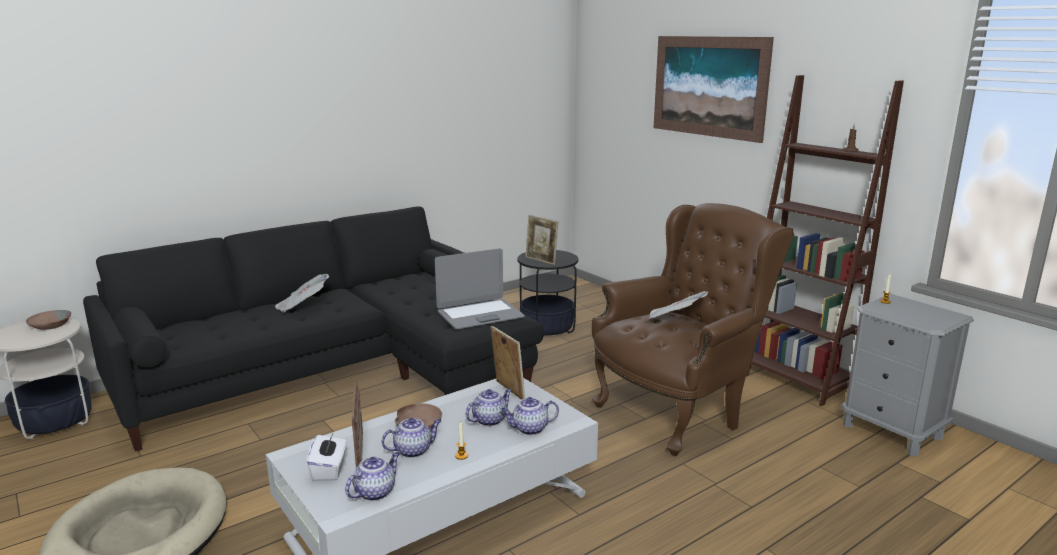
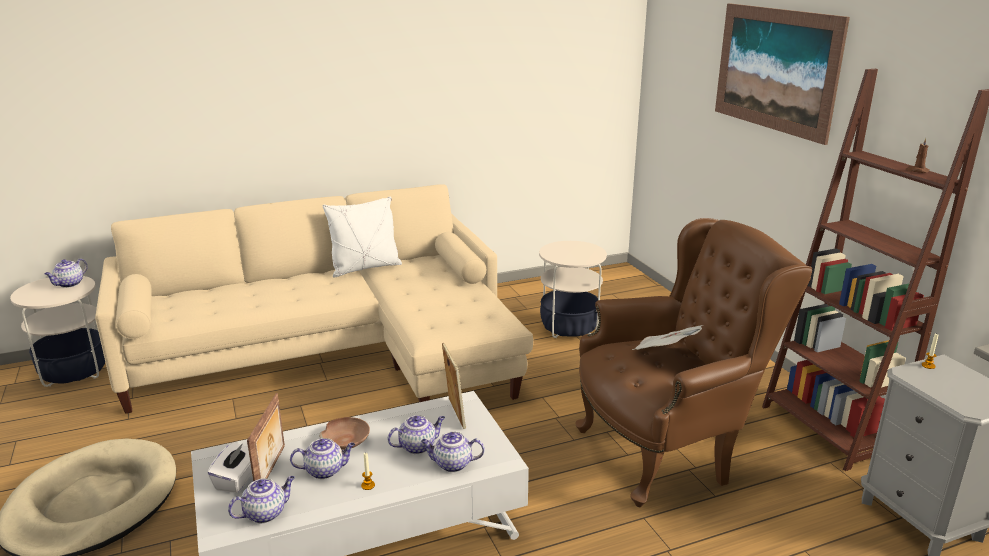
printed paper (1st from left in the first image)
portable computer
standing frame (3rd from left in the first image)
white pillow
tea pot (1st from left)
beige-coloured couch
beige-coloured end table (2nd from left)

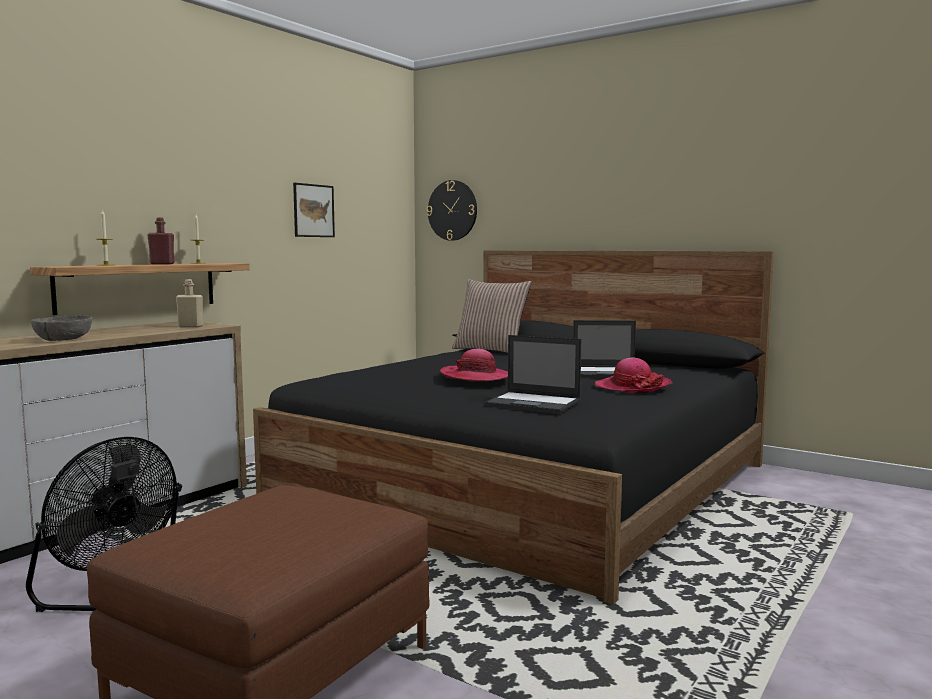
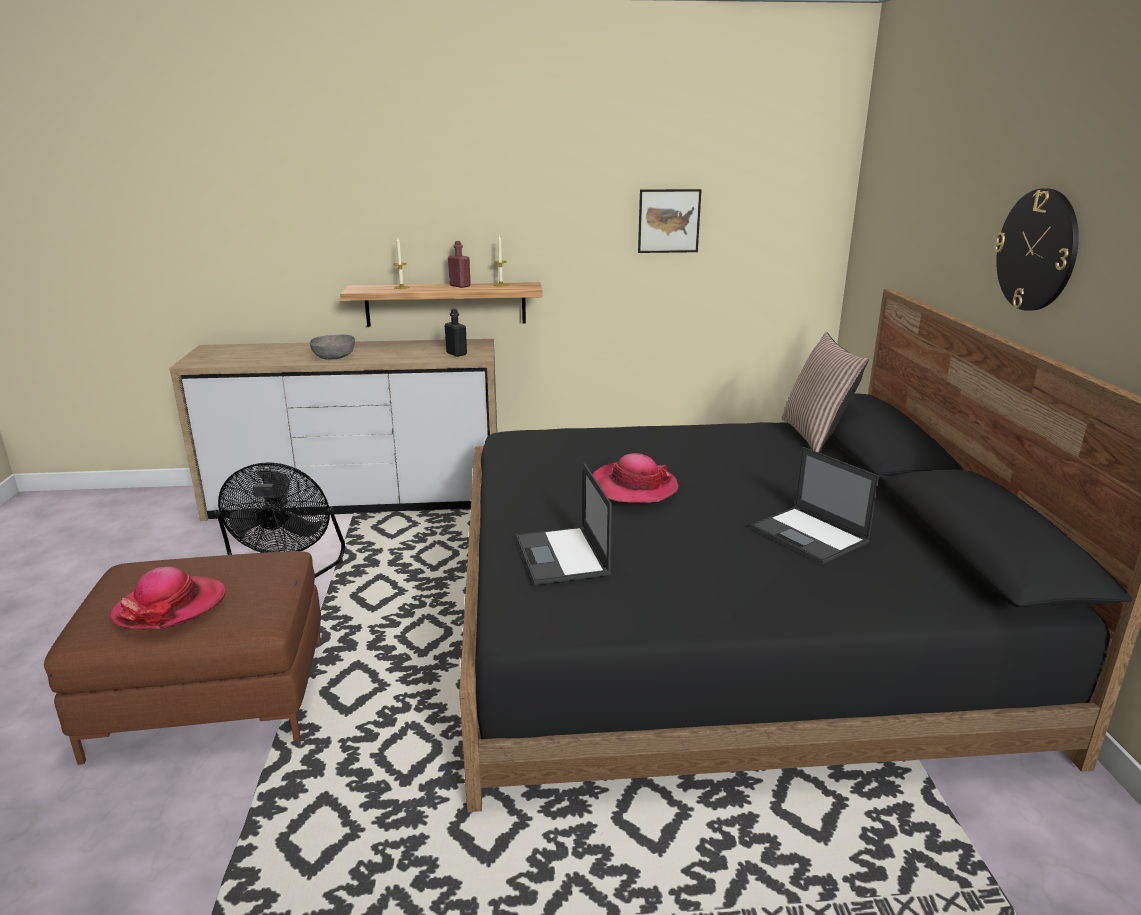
hanging clock
clothing hat (1st from left)
blackish bottle

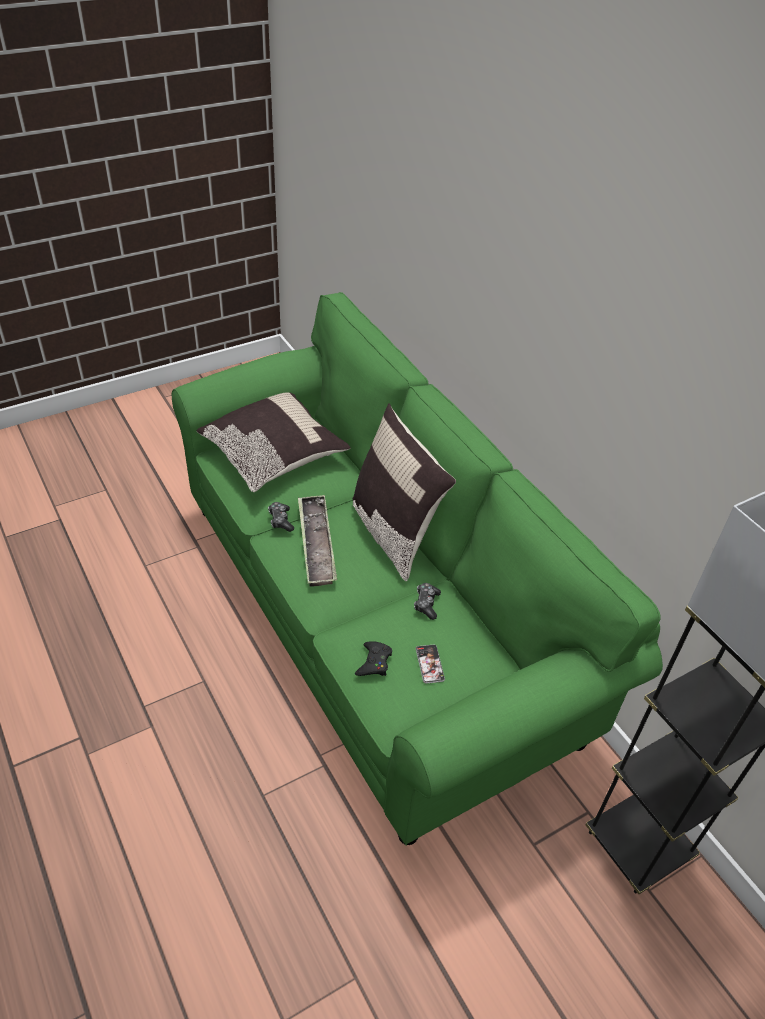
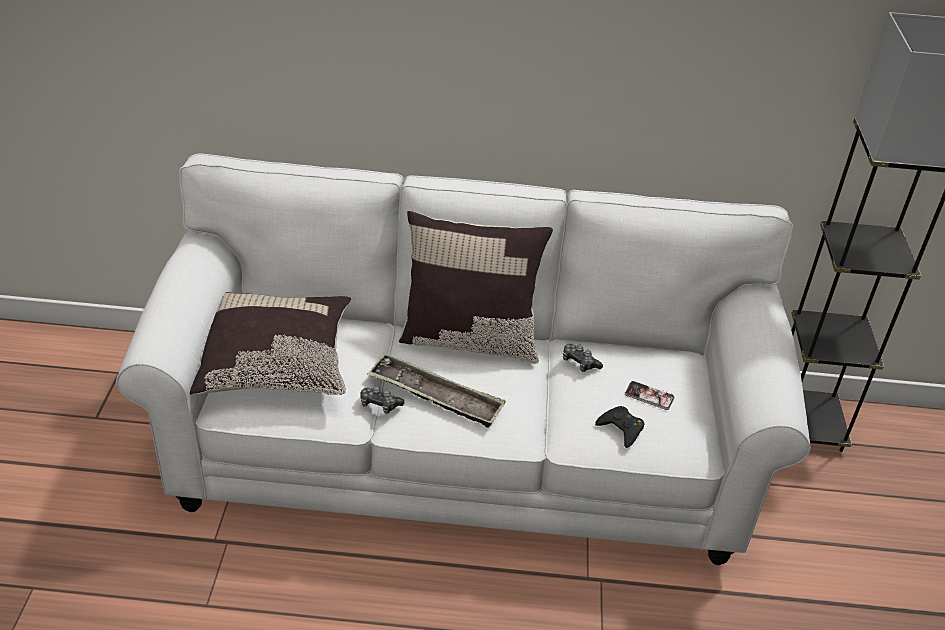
white couch

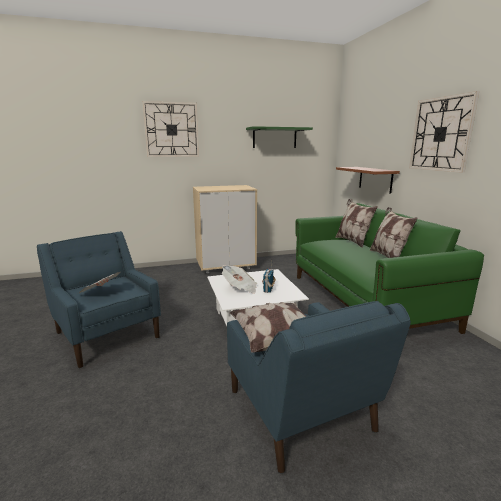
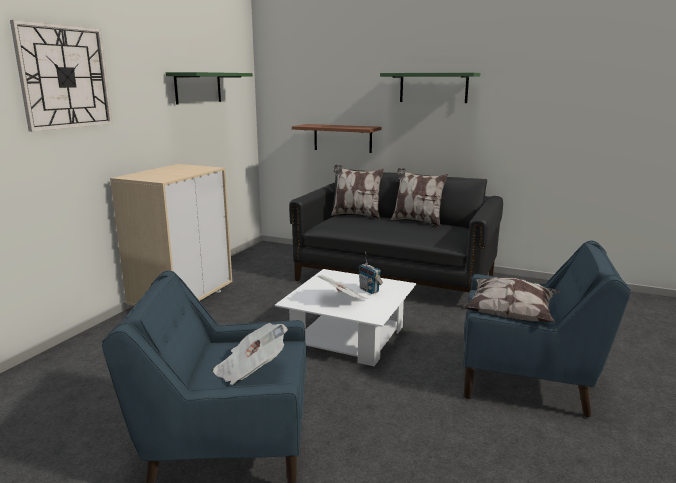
green shelf (2nd from left)
blackish couch

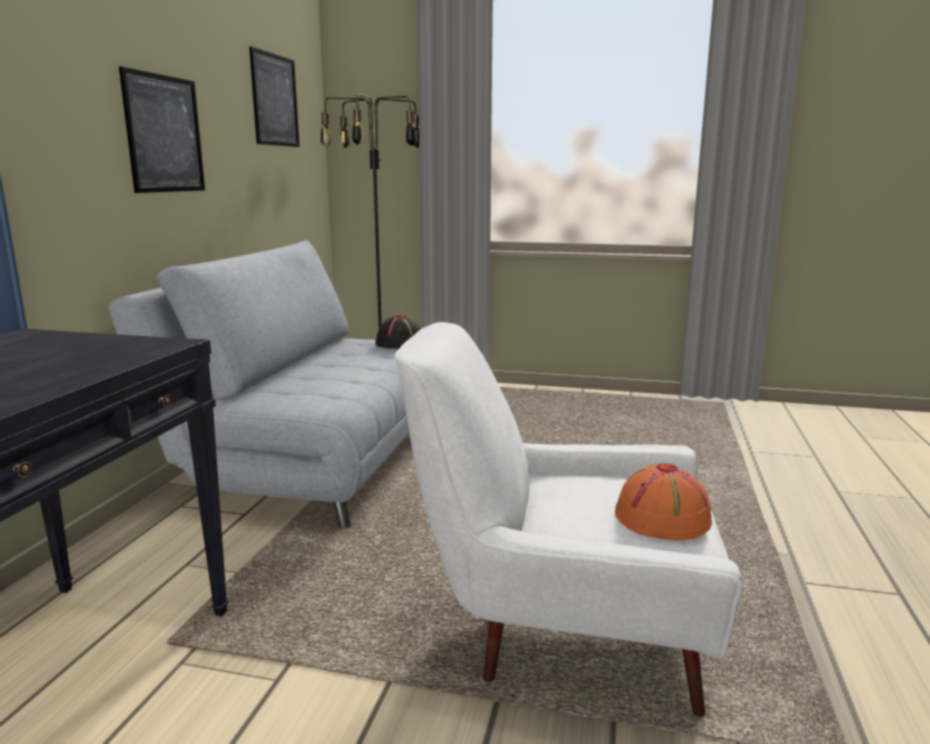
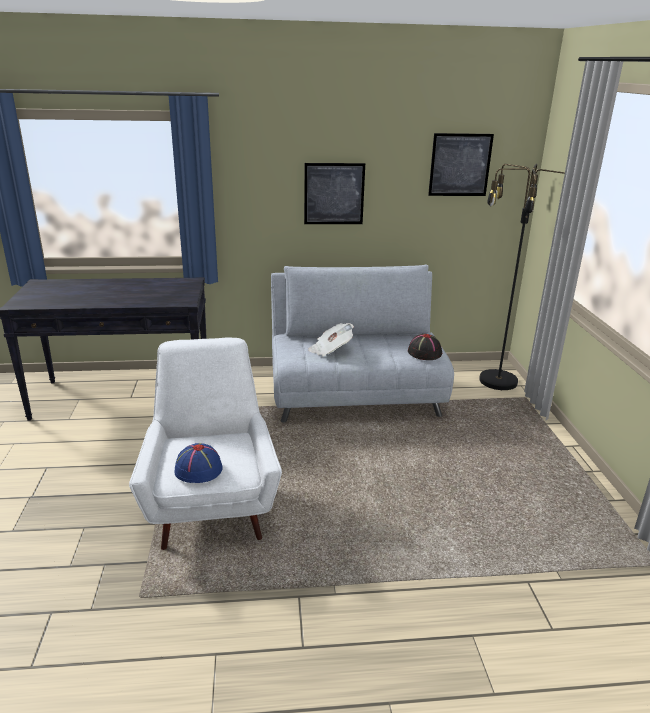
printed paper
blue clothing hat

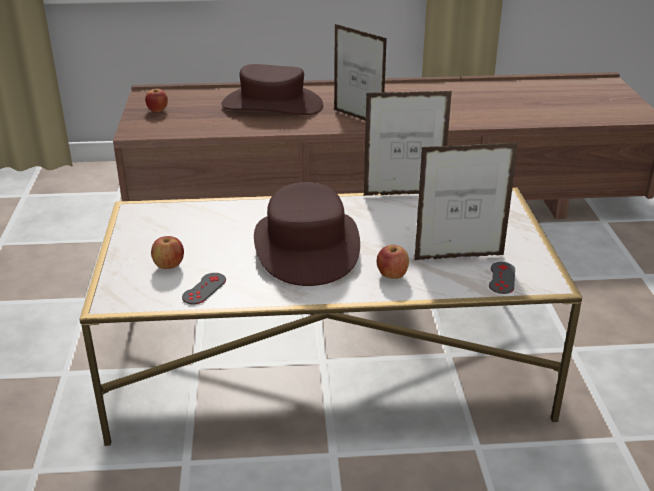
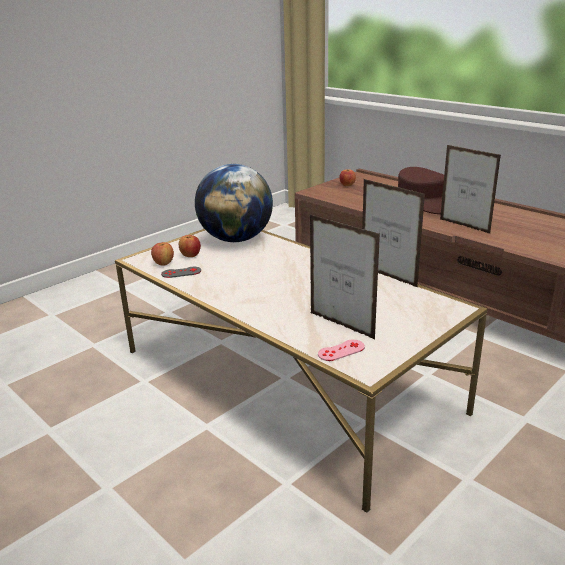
brown clothing hat (2nd from left in the first image)
desk globe
apple fruit (1st from left)
pink game controller
standing frame (3rd from left)

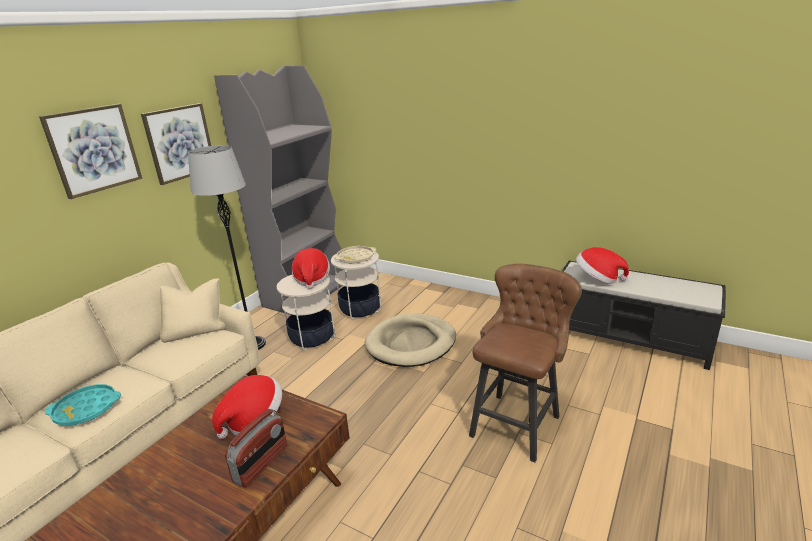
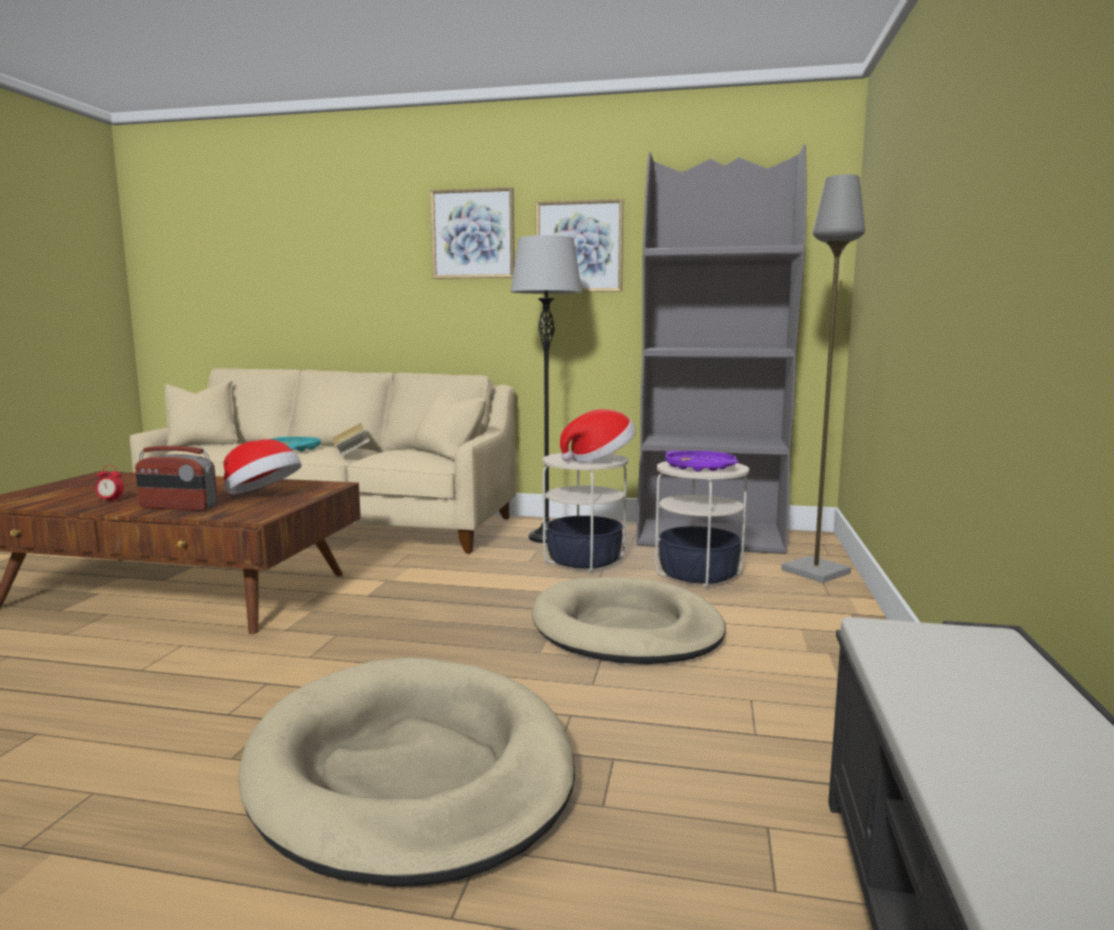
clothing hat (3rd from left in the first image)
alarm clock
bound book
grey floor lamp (2nd from left)
beige-coloured pet bed (1st from left)
purple serving tray

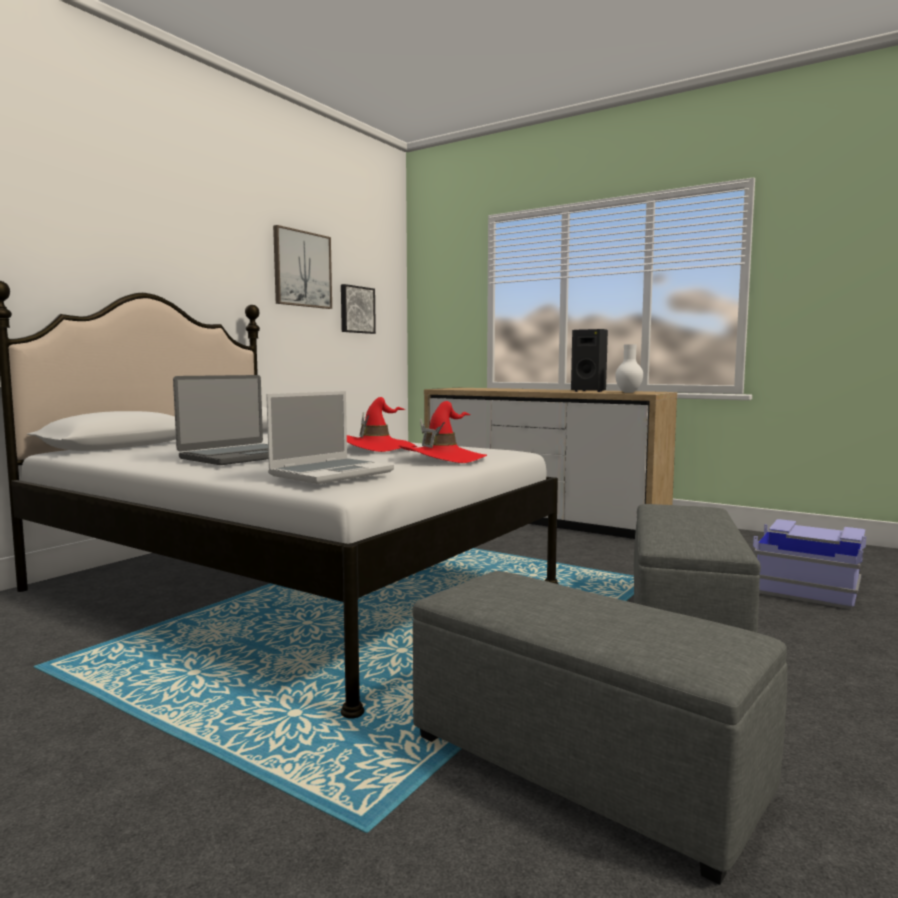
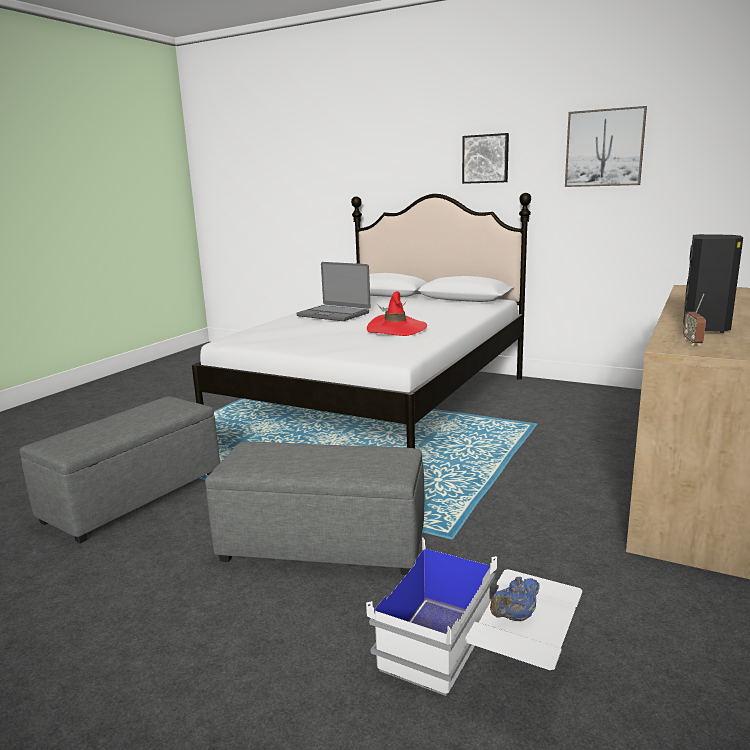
portable computer (2nd from left in the first image)
red clothing hat (2nd from left in the first image)
blue tea pot
wall picture (1st from left)
radio receiver
white storage bin

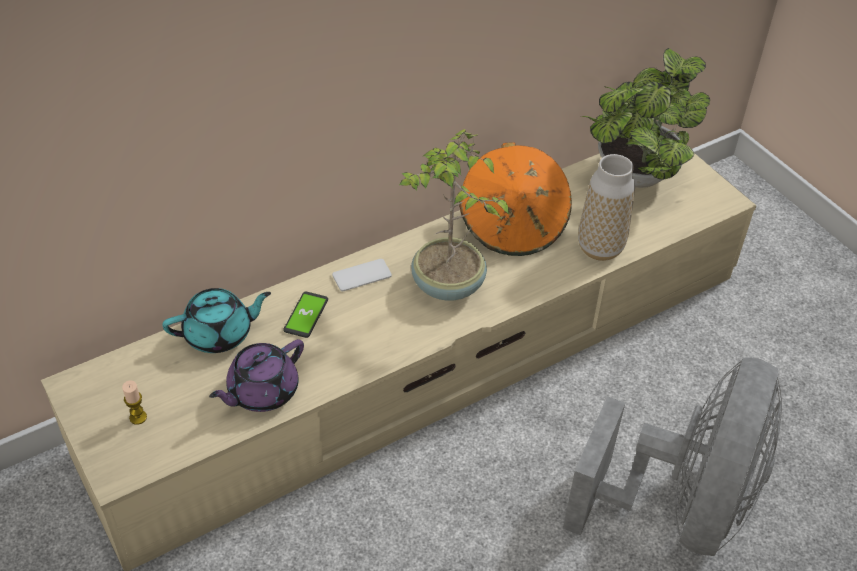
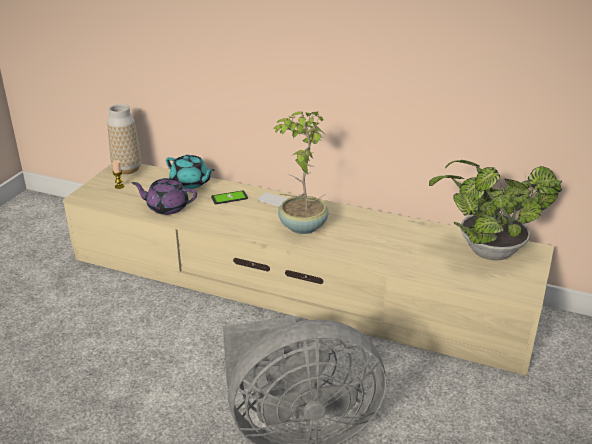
orangey clothing hat
vase

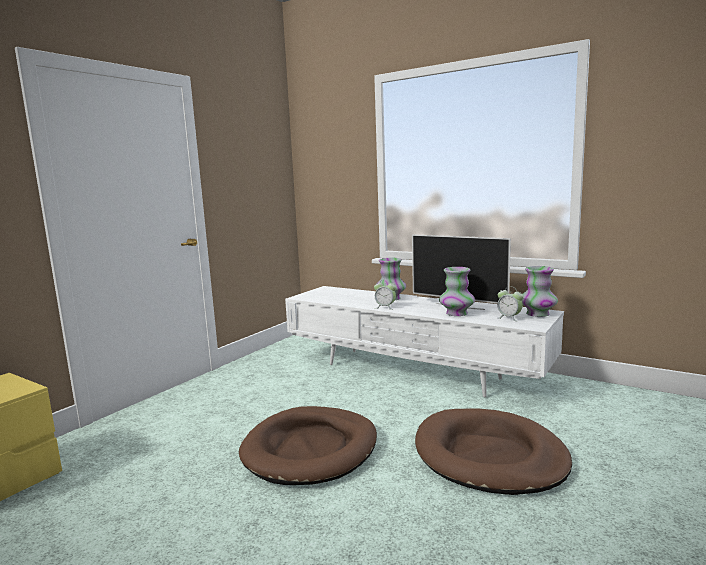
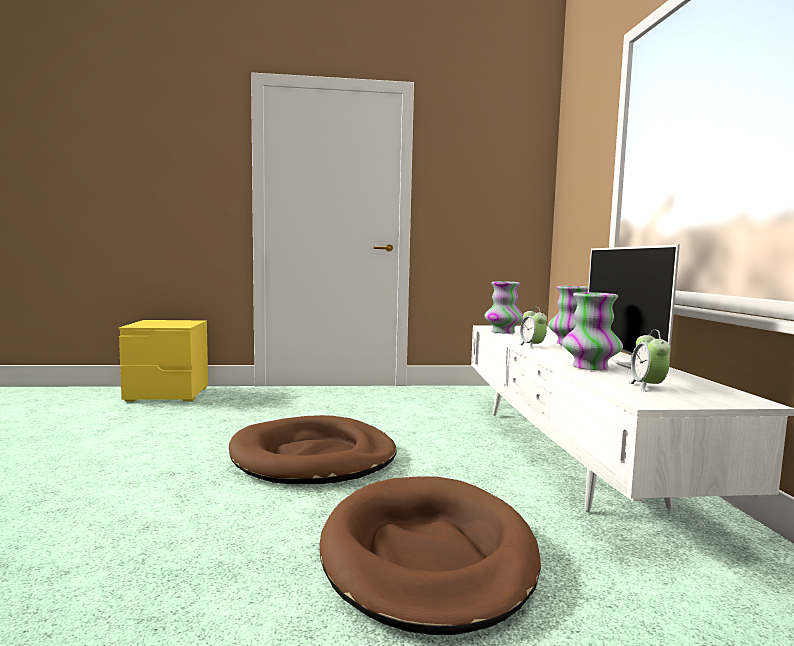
vase (1st from left)

